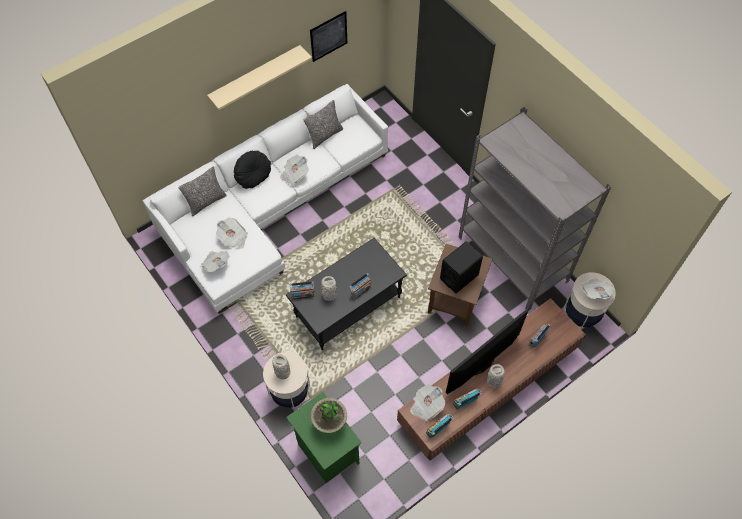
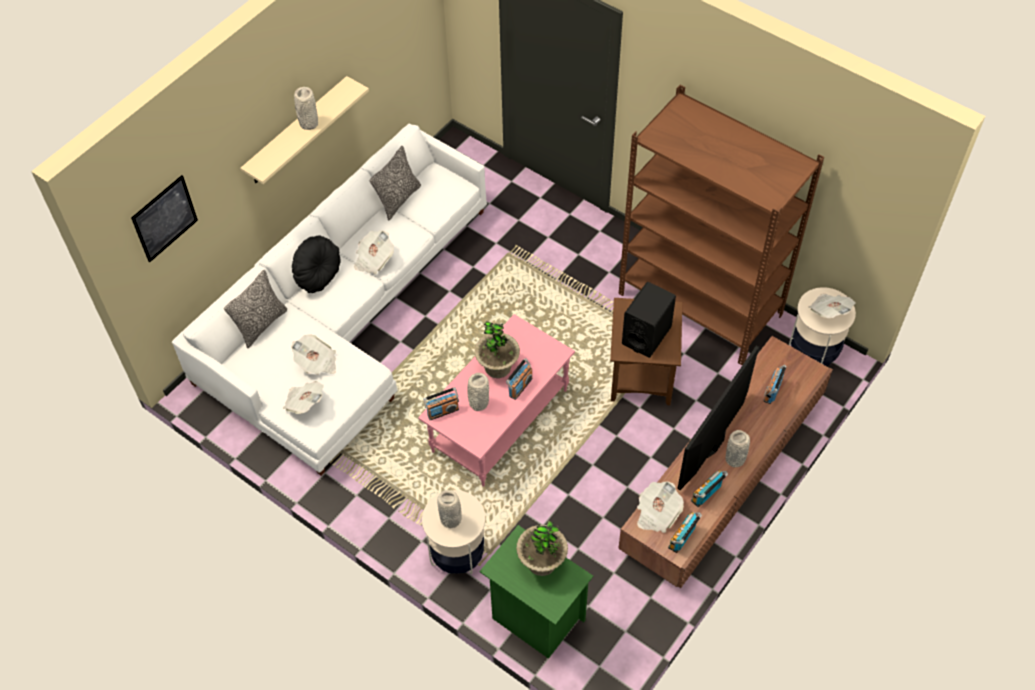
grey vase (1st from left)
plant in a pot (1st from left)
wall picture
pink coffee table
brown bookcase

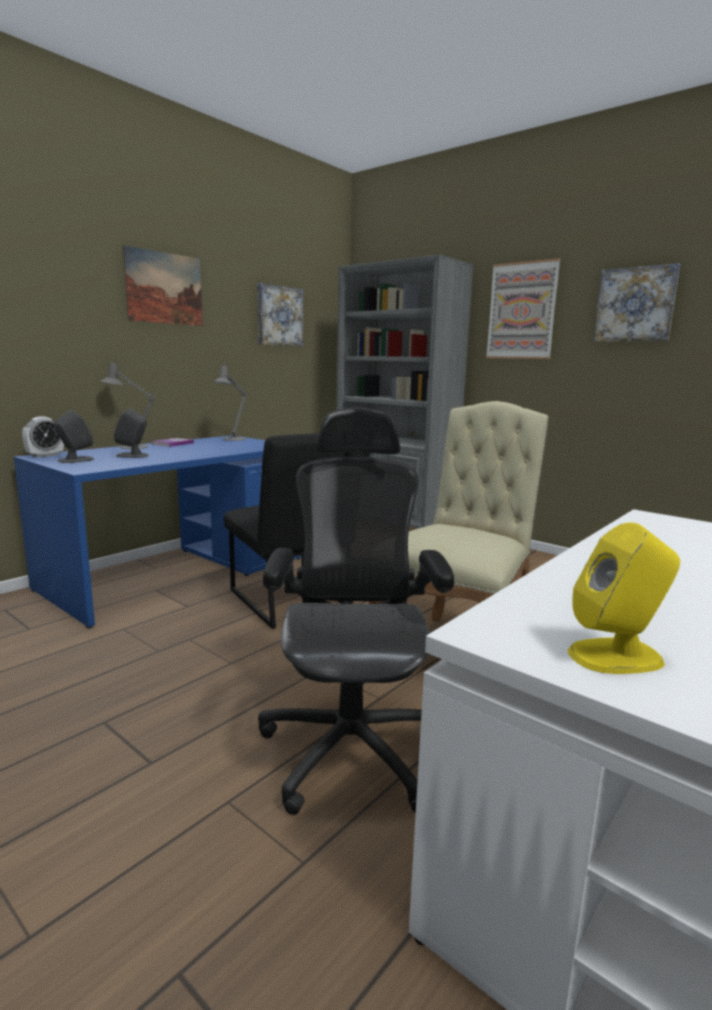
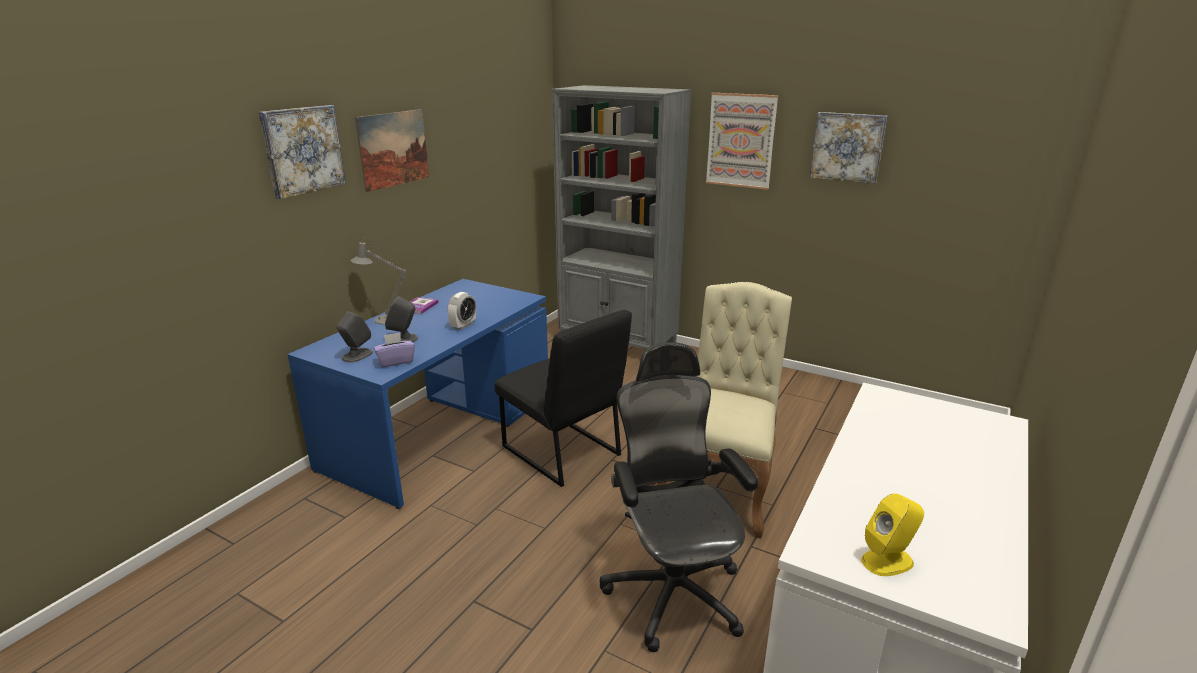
grey table lamp (2nd from left in the first image)
purple box of tissues
alarm clock
wall picture (1st from left)

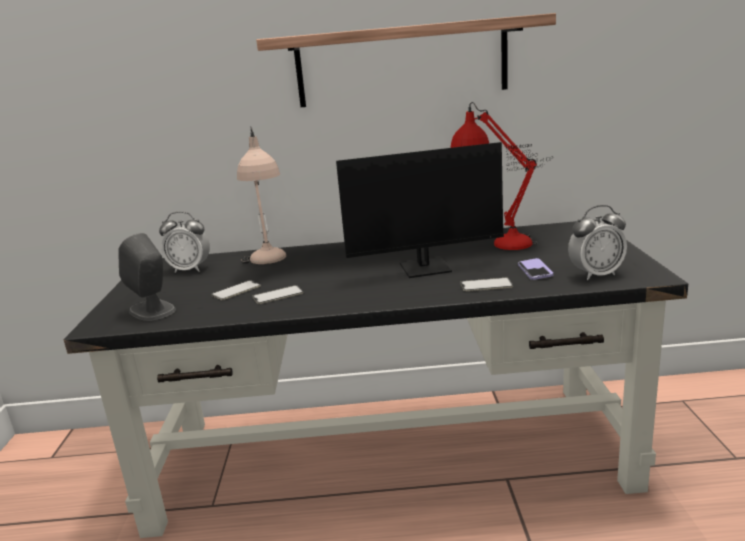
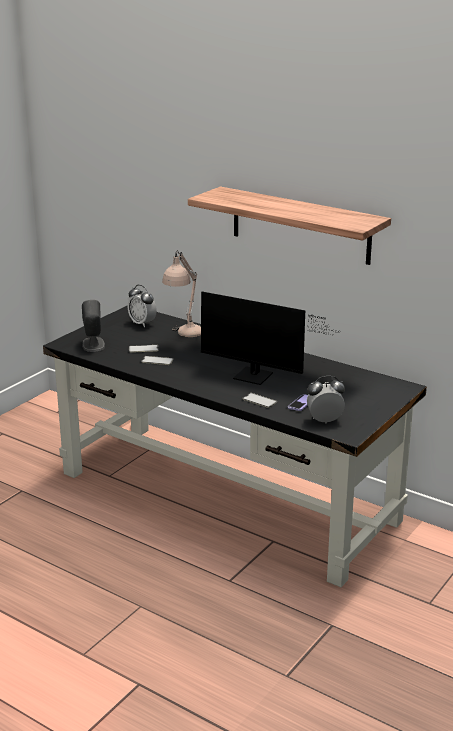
red table lamp
alarm clock (2nd from left)

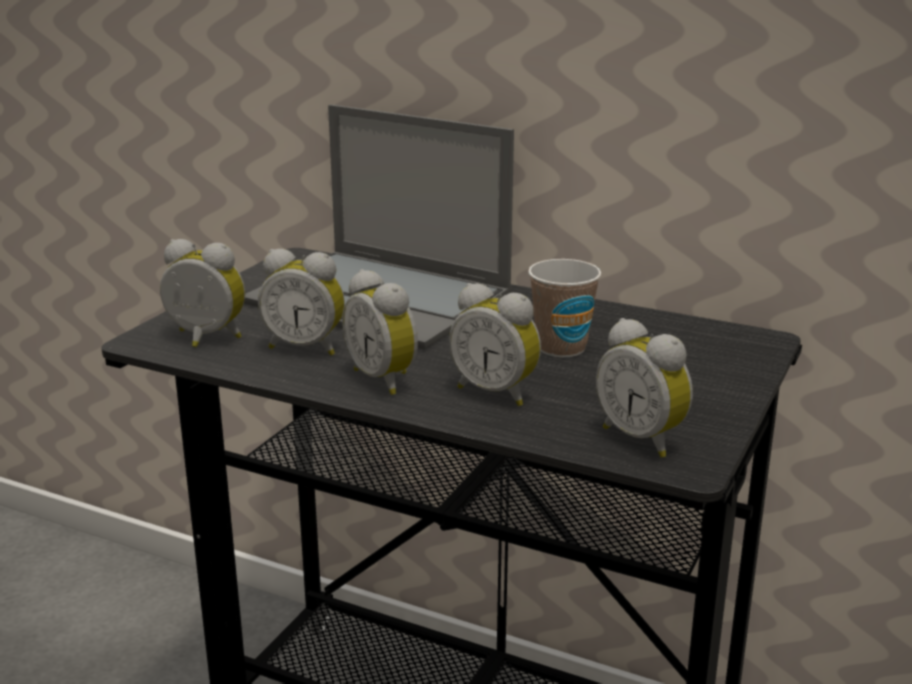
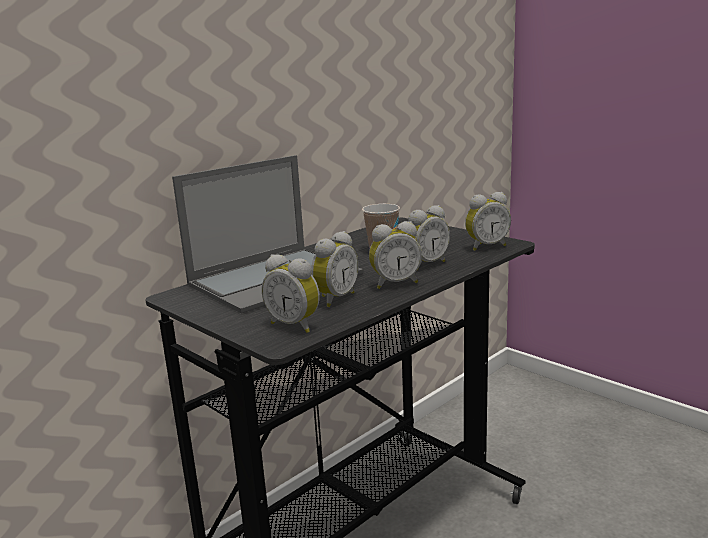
alarm clock (1st from left)

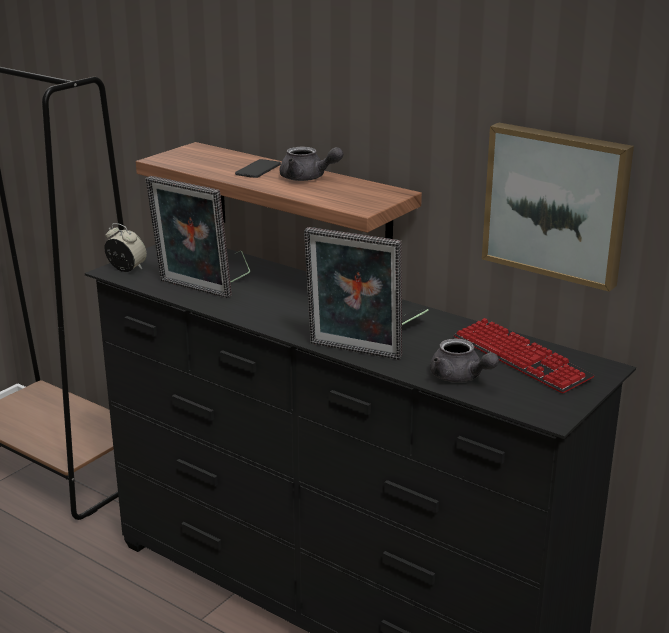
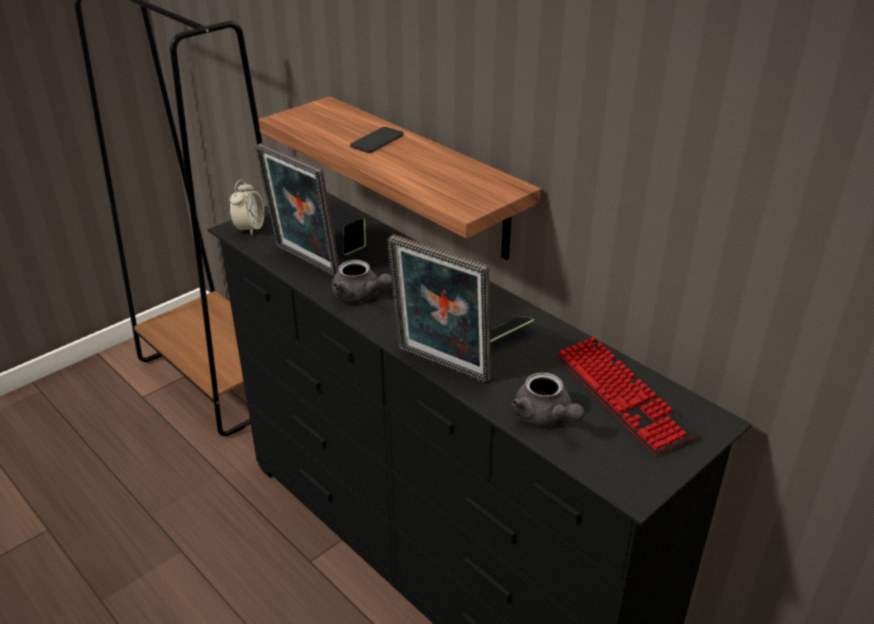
wall picture
grey tea pot (1st from left)
alarm clock

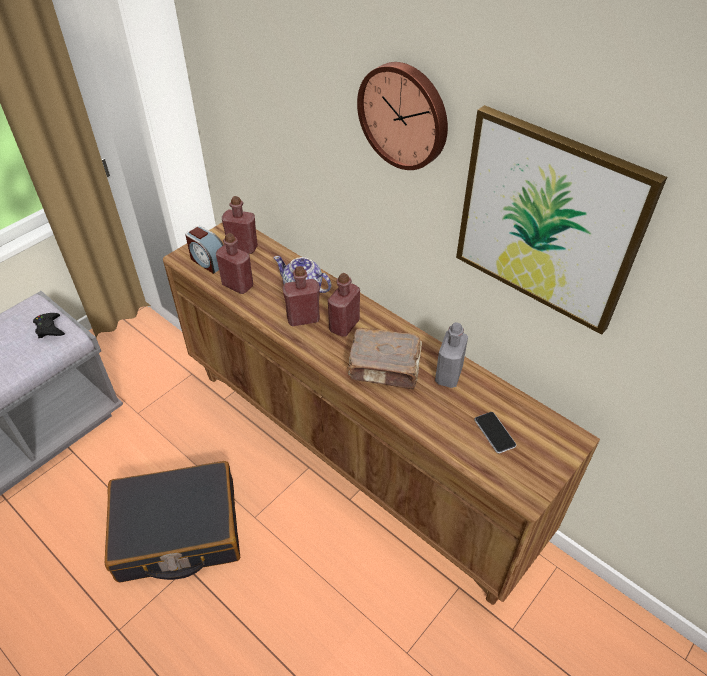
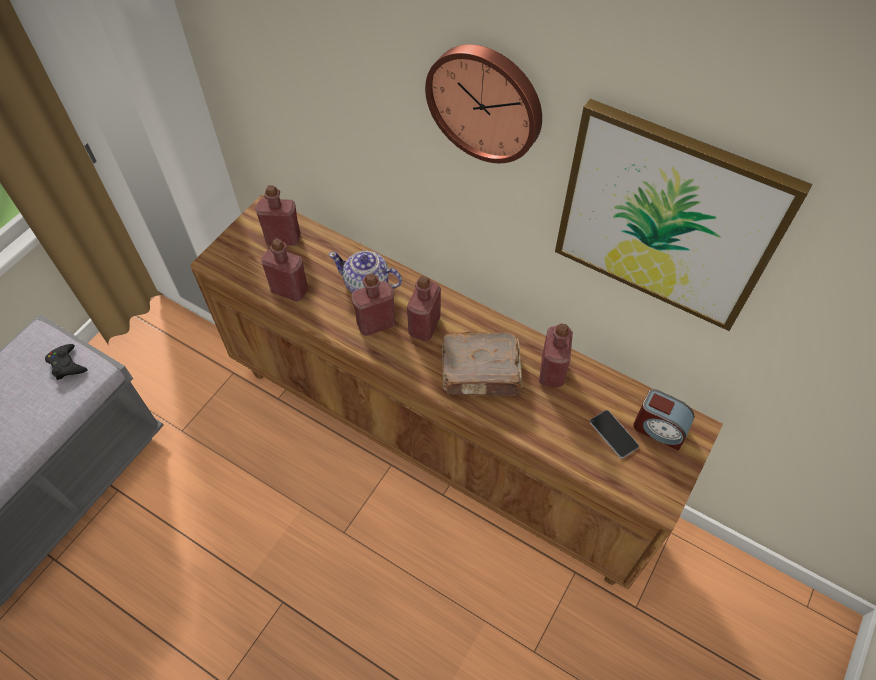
blackish piece of luggage
alarm clock
red bottle (5th from left)

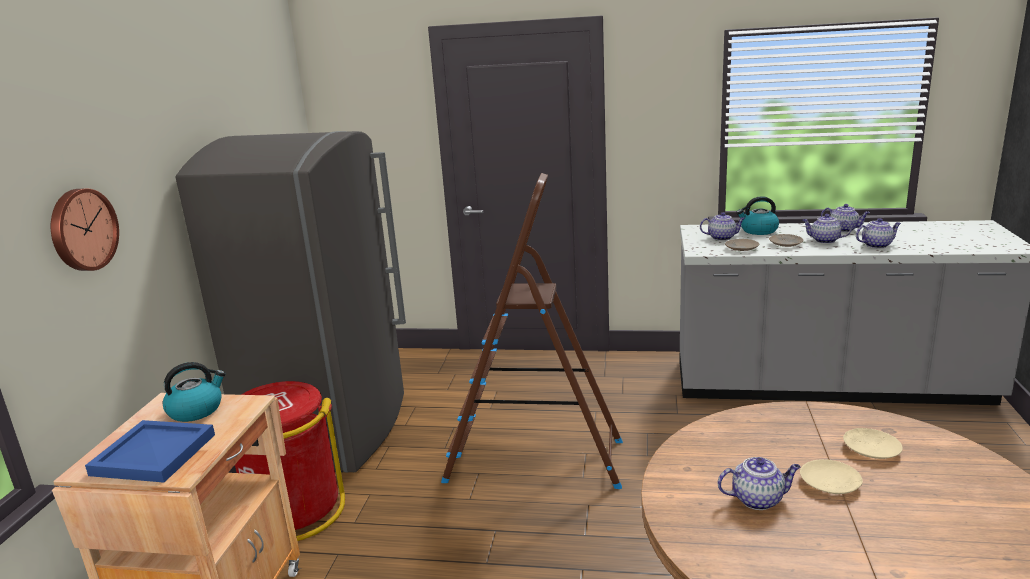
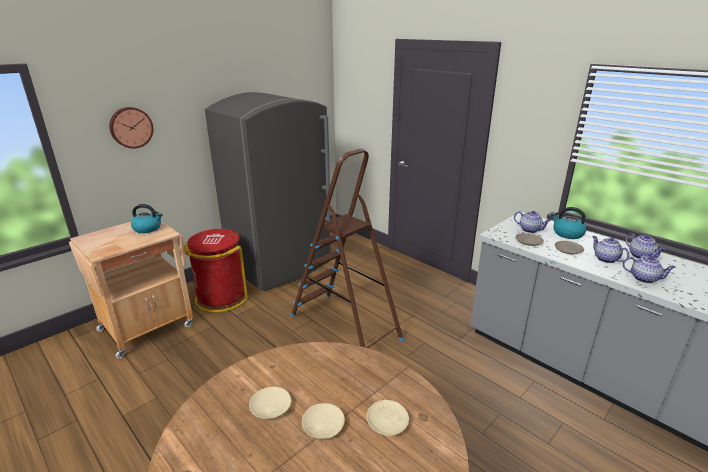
blue serving tray
beige-coloured plate (1st from left)

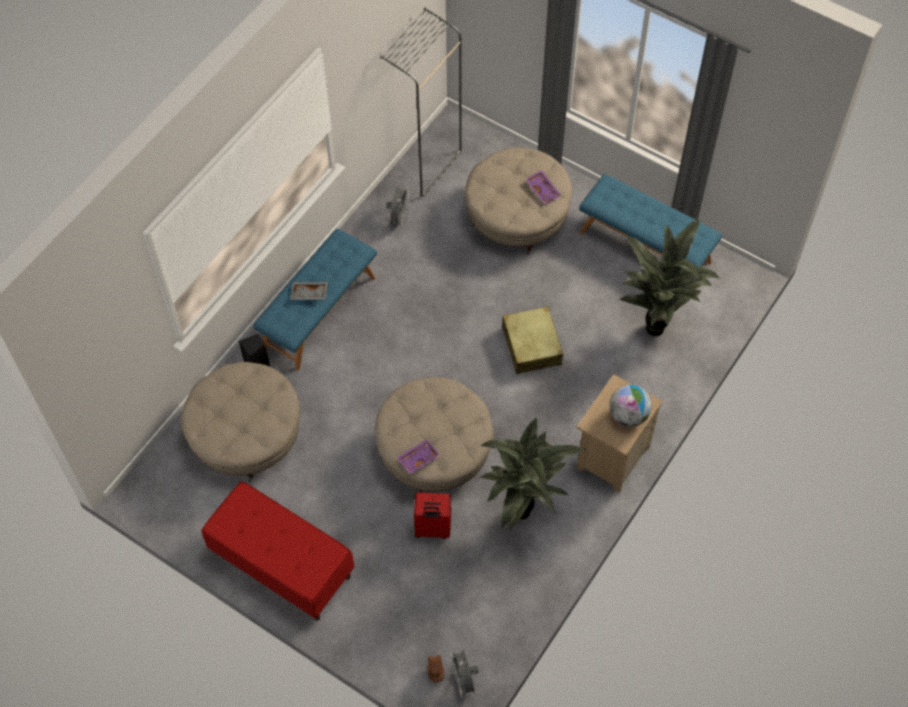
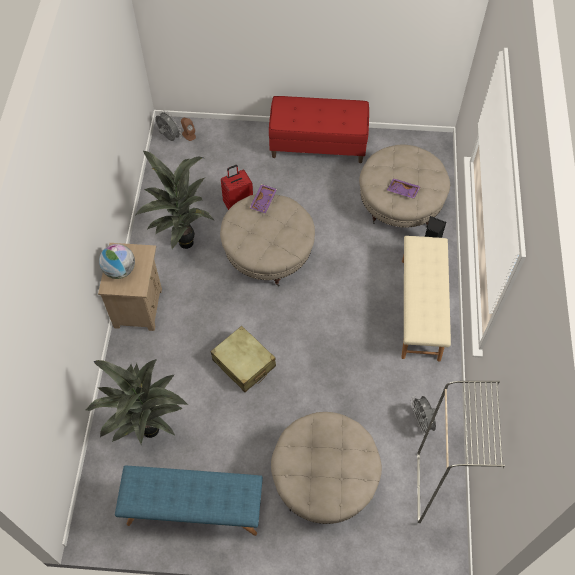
grey serving tray
purple serving tray (2nd from left)
beige-coloured long seat

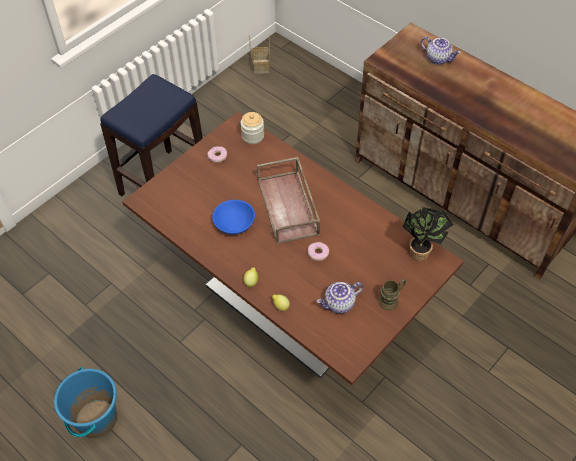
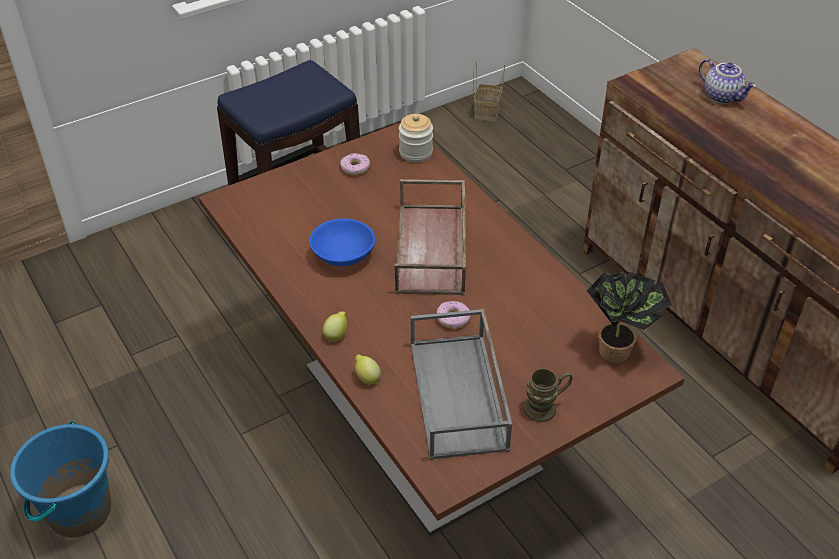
grey serving tray

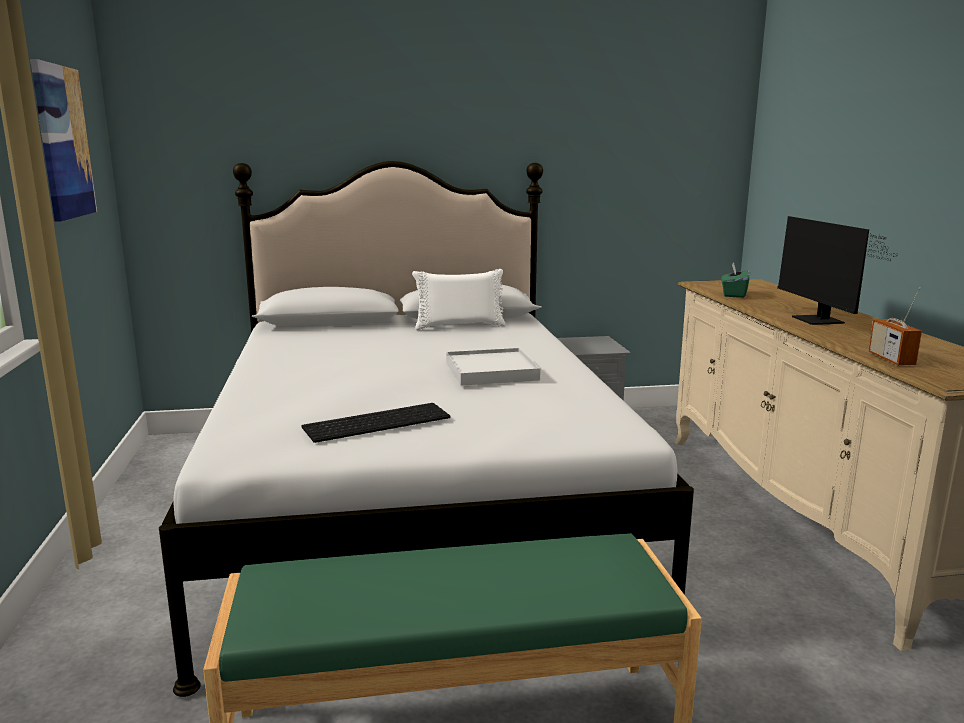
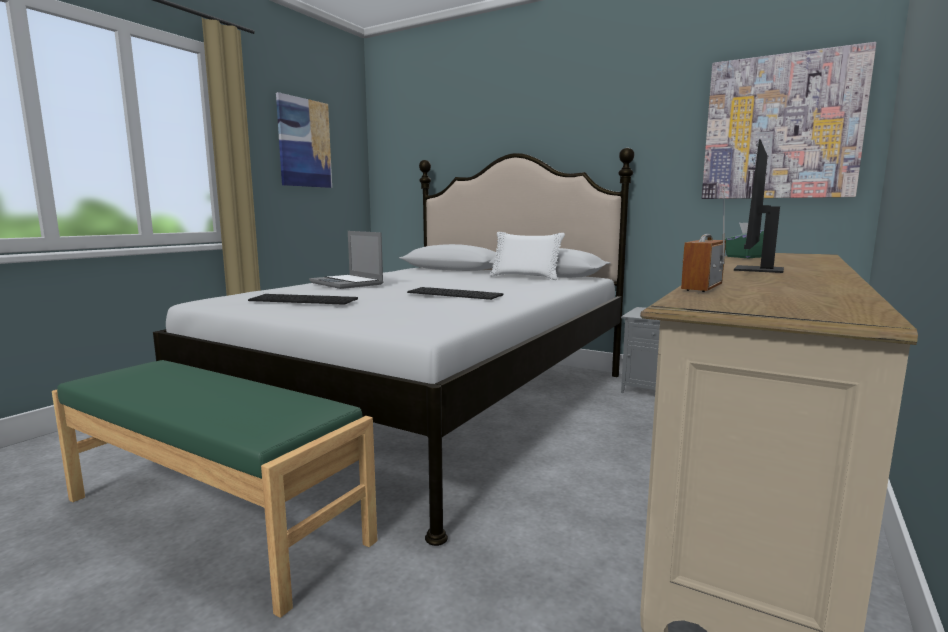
portable computer
wall picture (2nd from left)
keyboard (2nd from left)

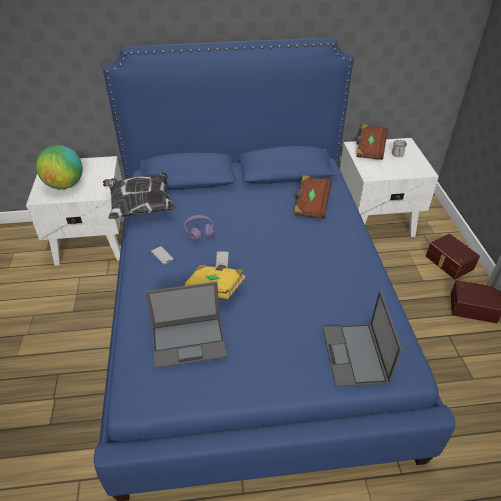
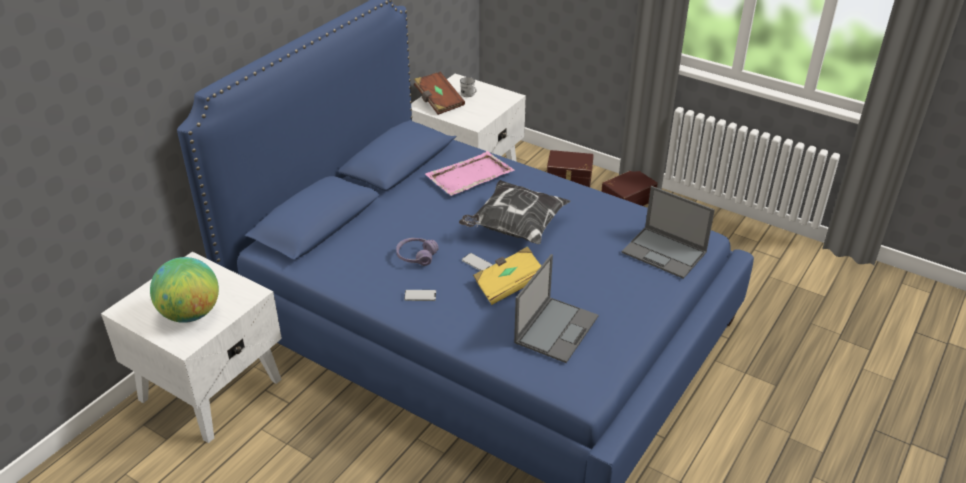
pillow
pink serving tray

